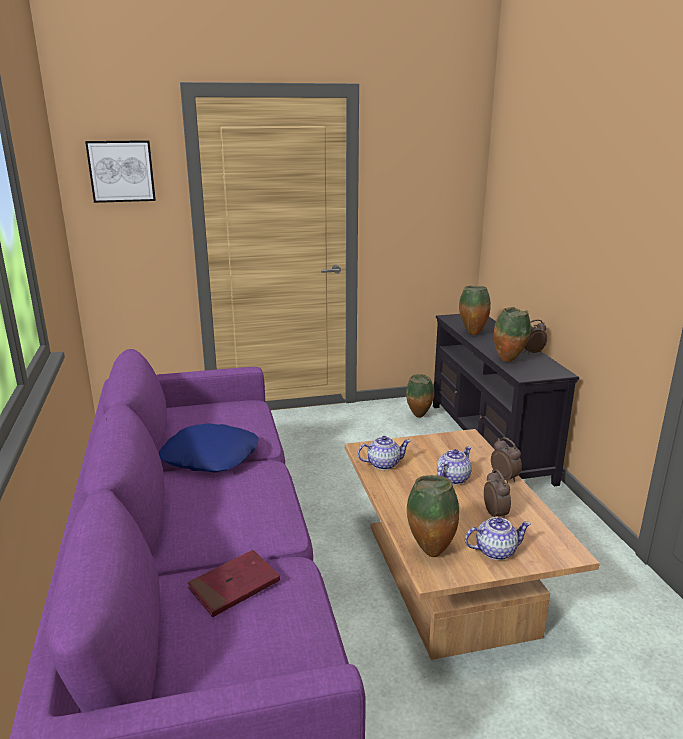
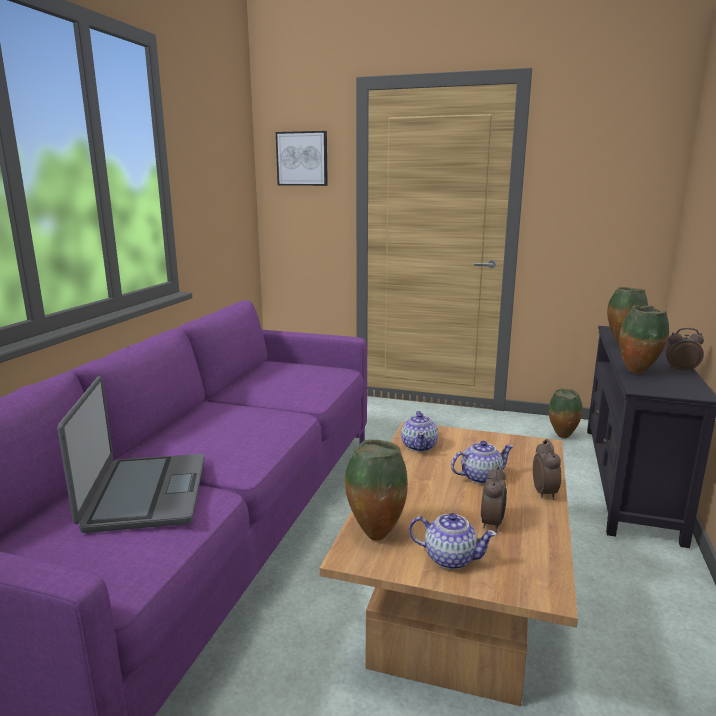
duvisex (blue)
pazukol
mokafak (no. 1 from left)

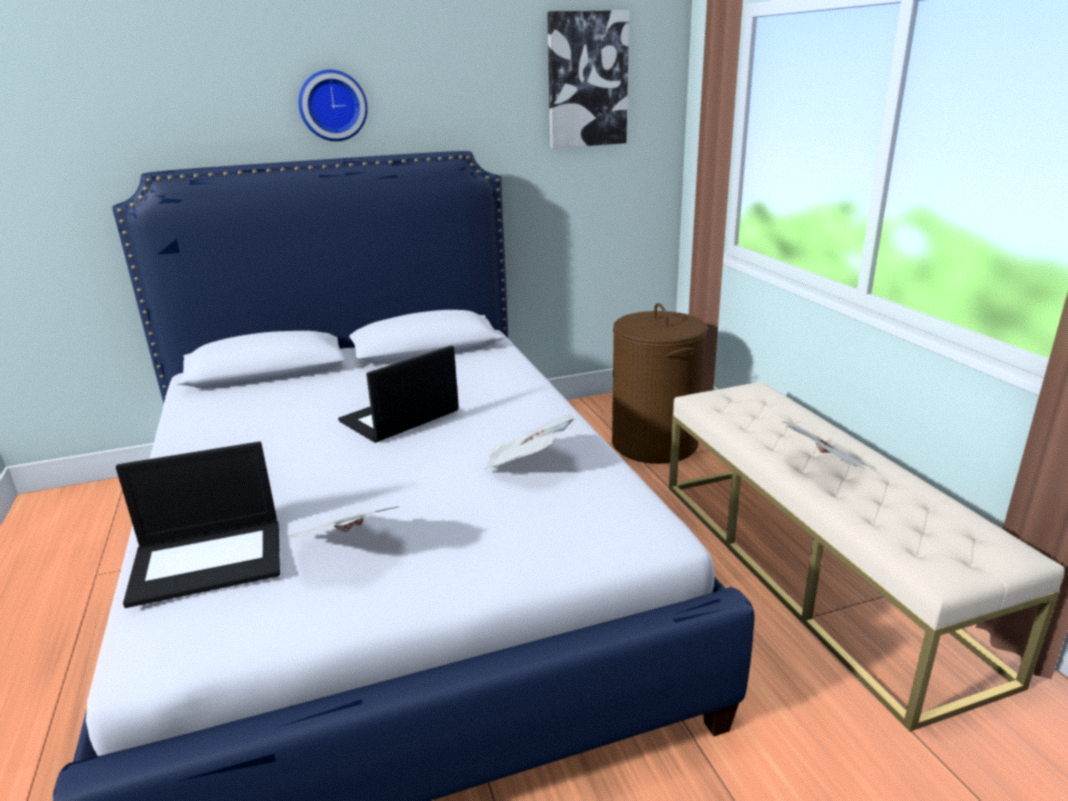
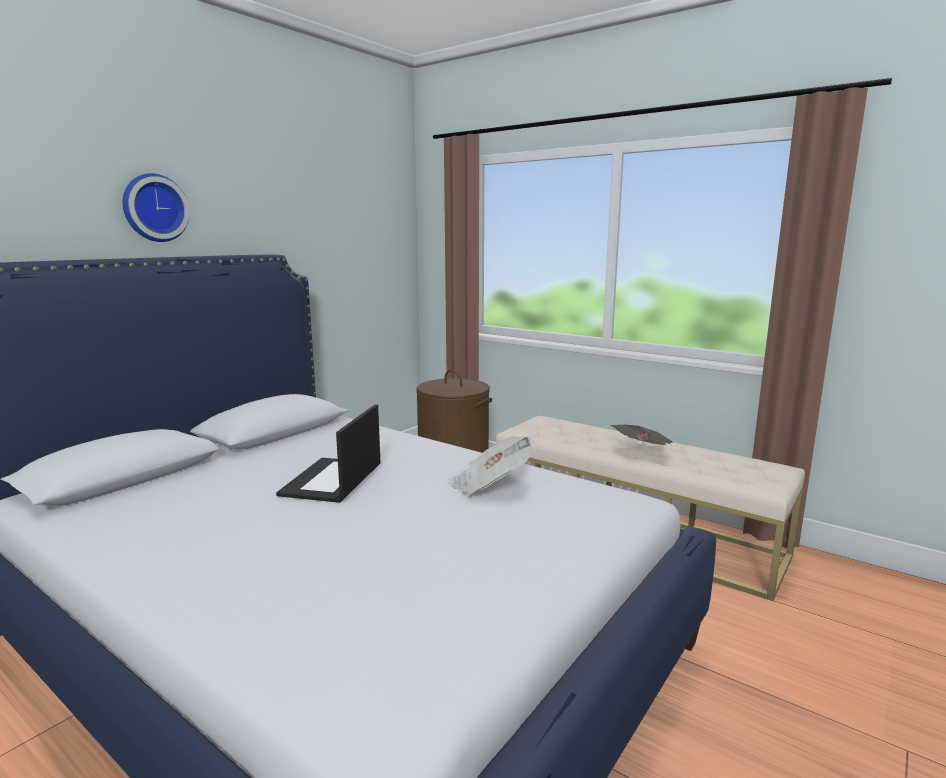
pazukol (no. 1 from left in the first image)
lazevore (no. 1 from left in the first image)
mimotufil

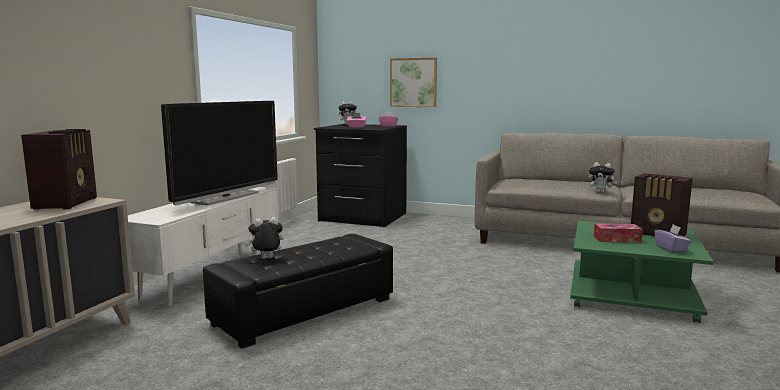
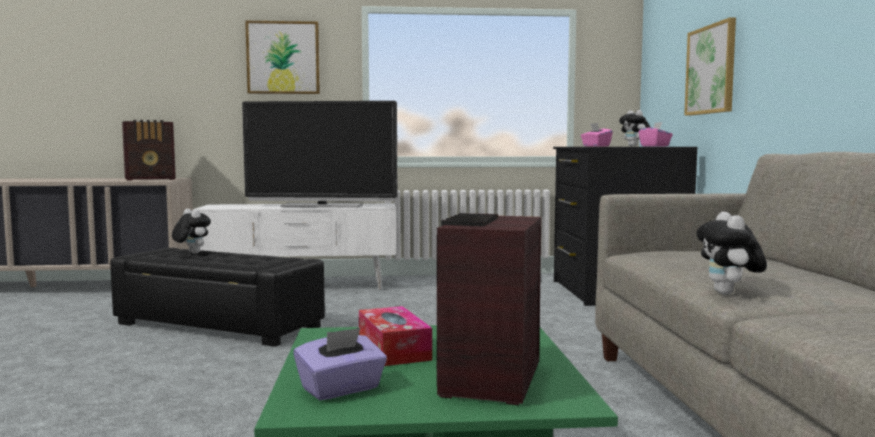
mimotufil (no. 1 from left)

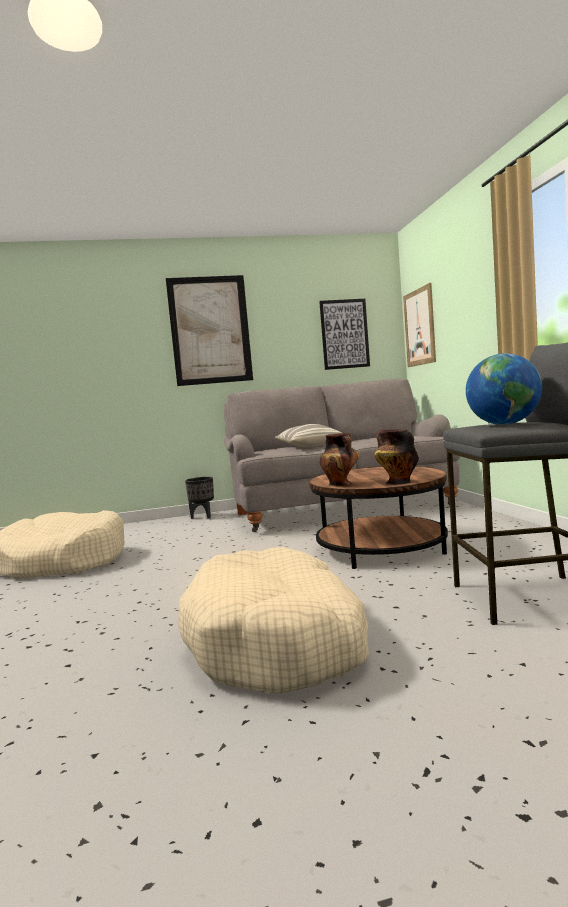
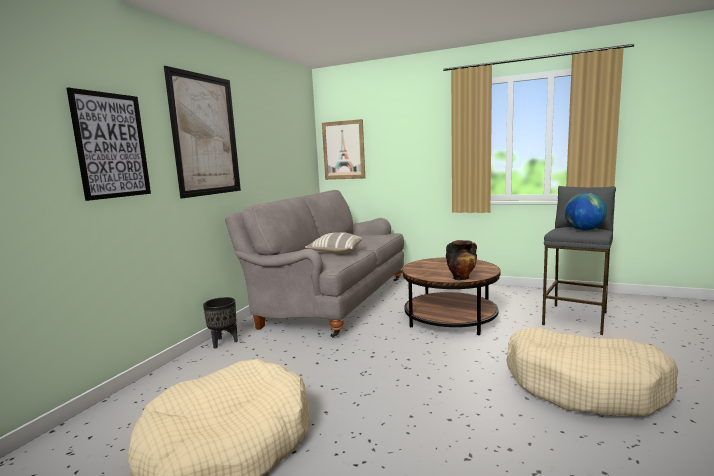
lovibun (no. 2 from left in the first image)
mimotufil (no. 1 from left)

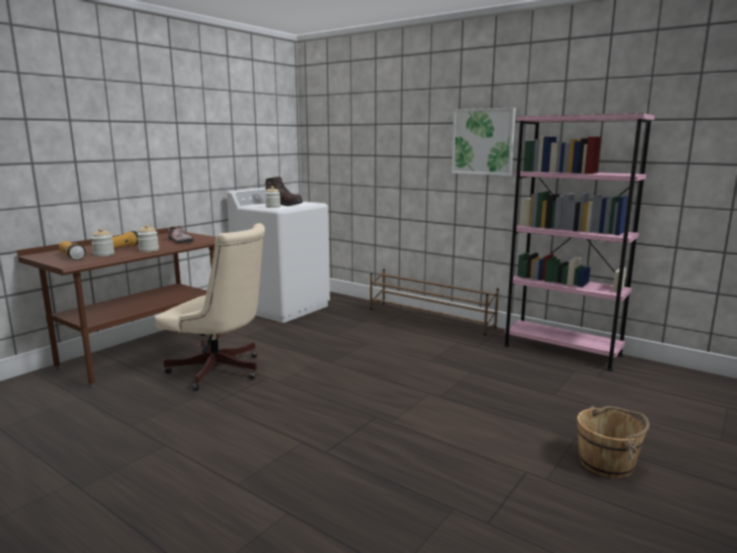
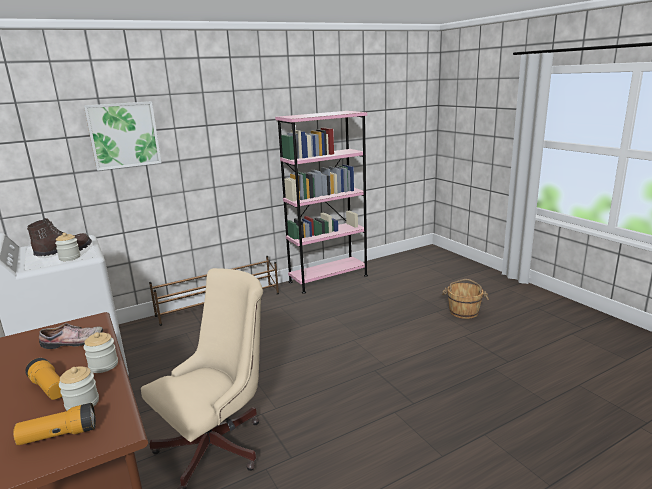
mimotufil

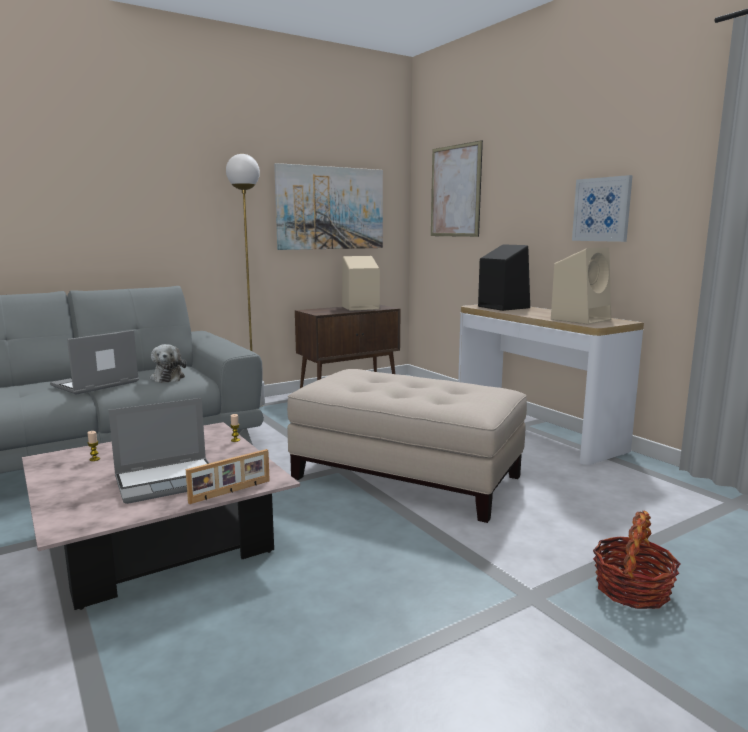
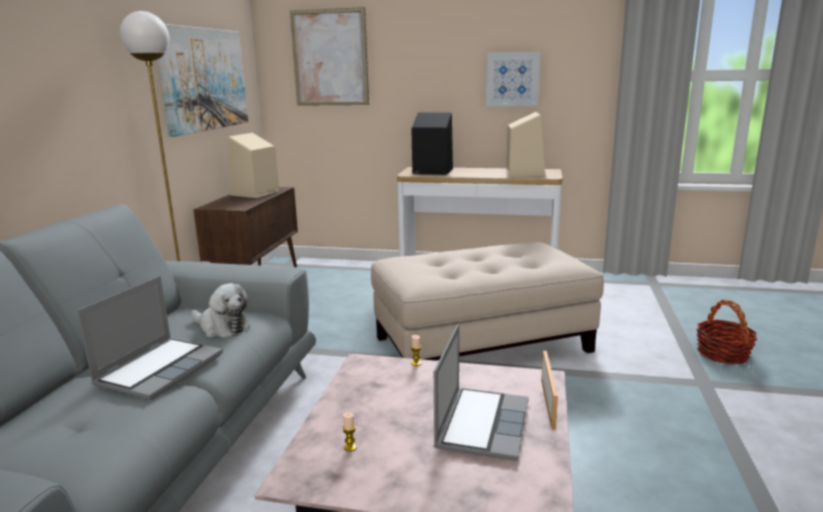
pazukol (no. 1 from left)

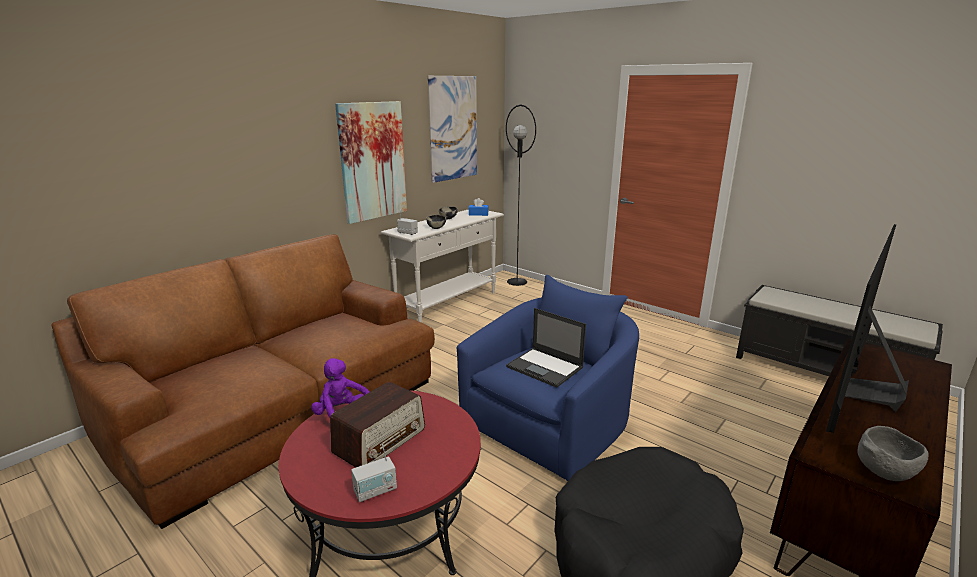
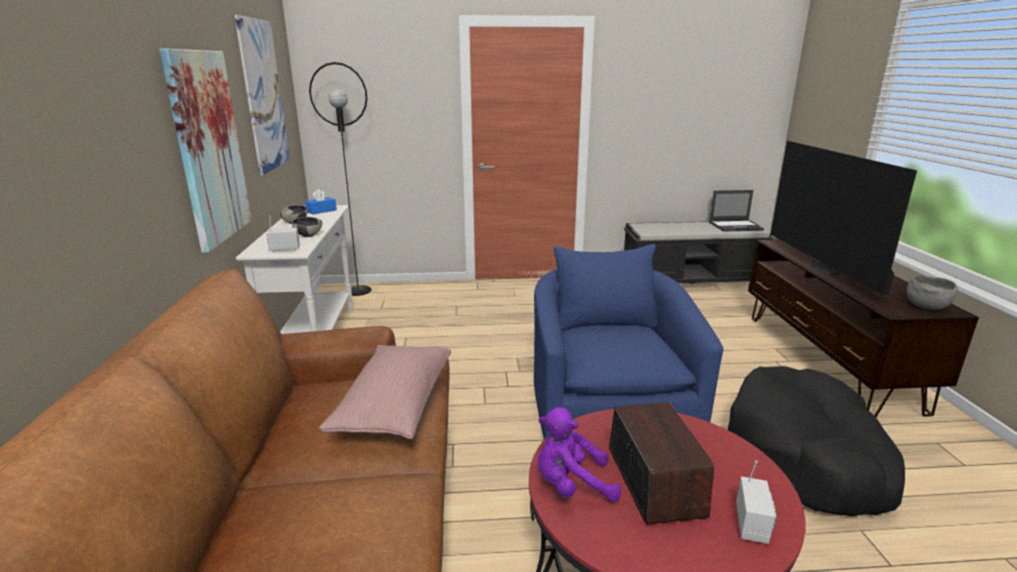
duvisex (pink)
pazukol

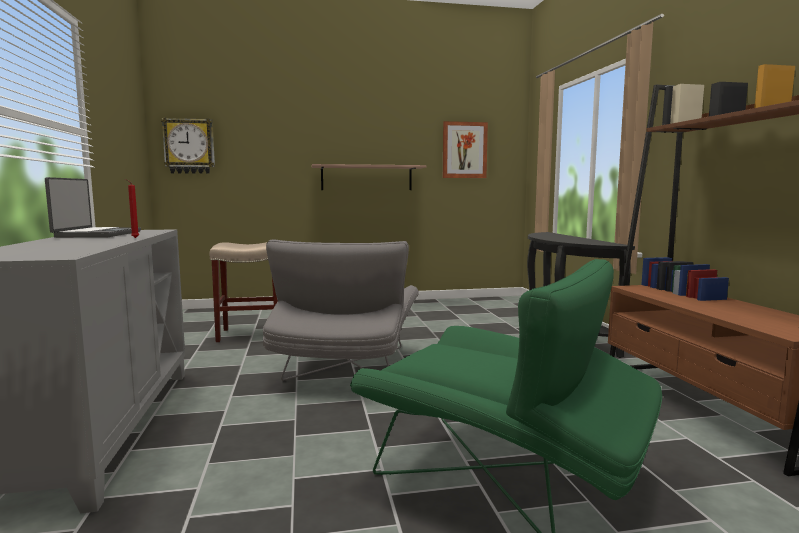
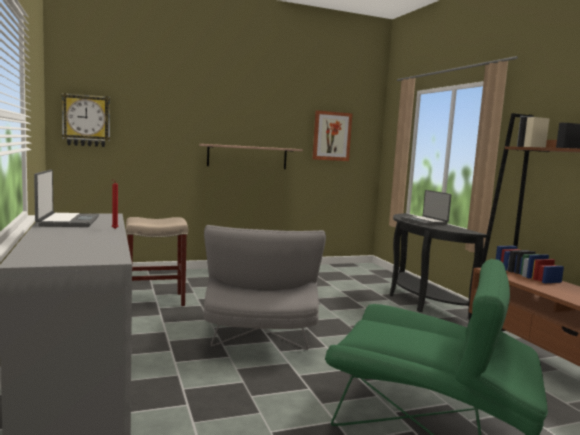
pazukol (no. 2 from left)

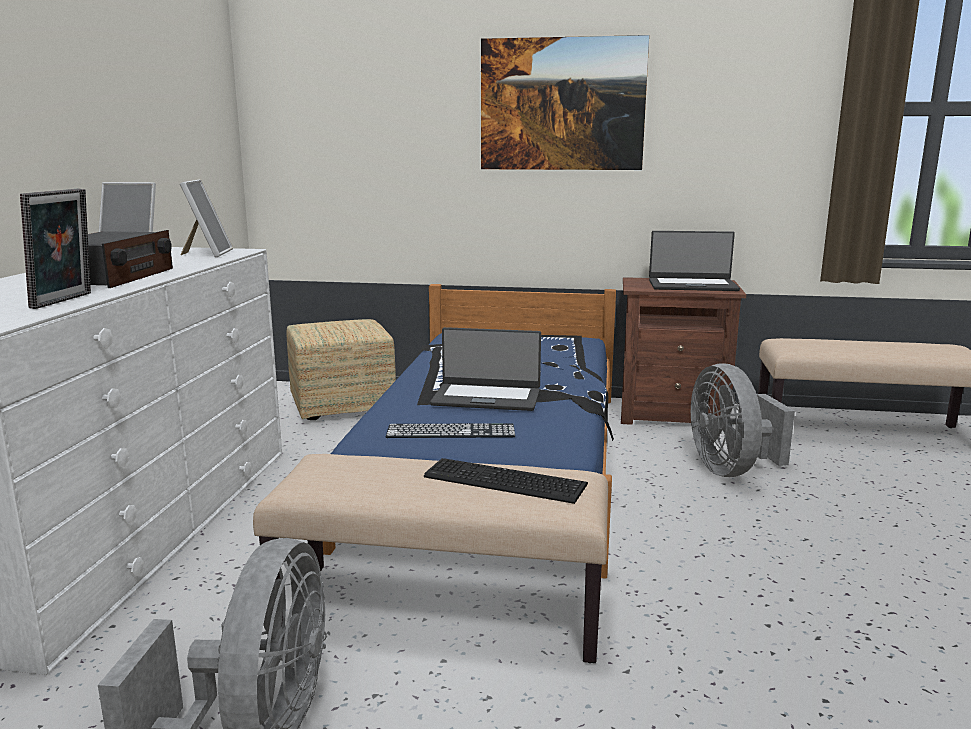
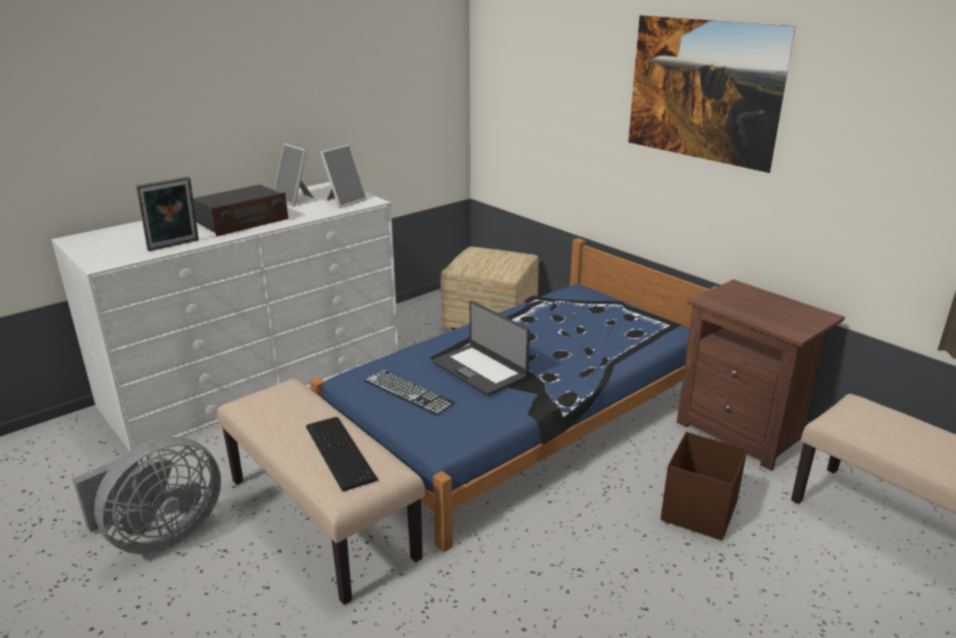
pazukol (no. 2 from left in the first image)
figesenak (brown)

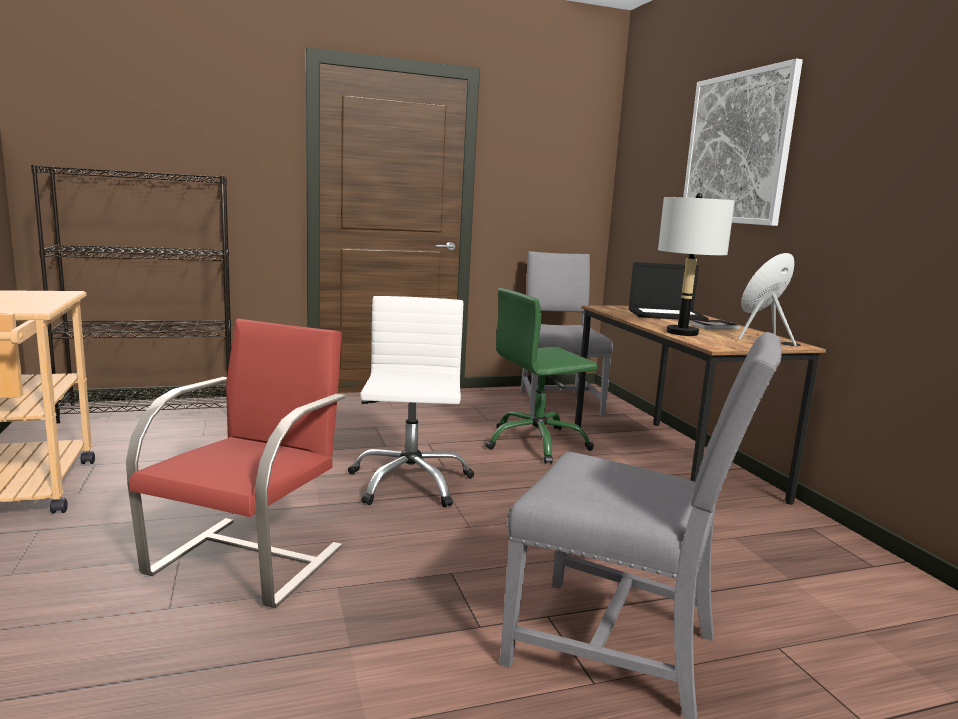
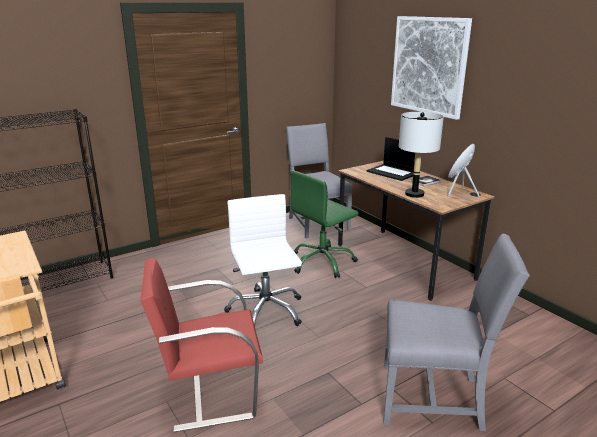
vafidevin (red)
pazukol

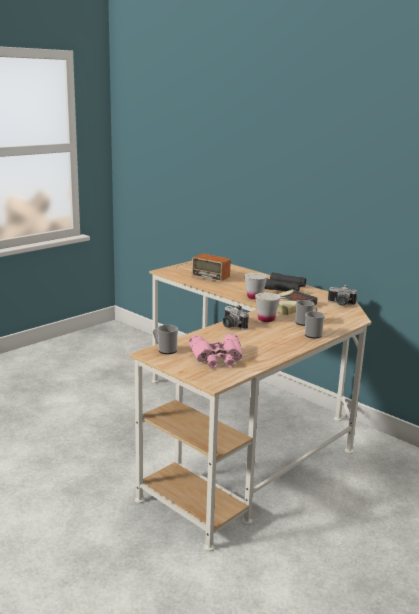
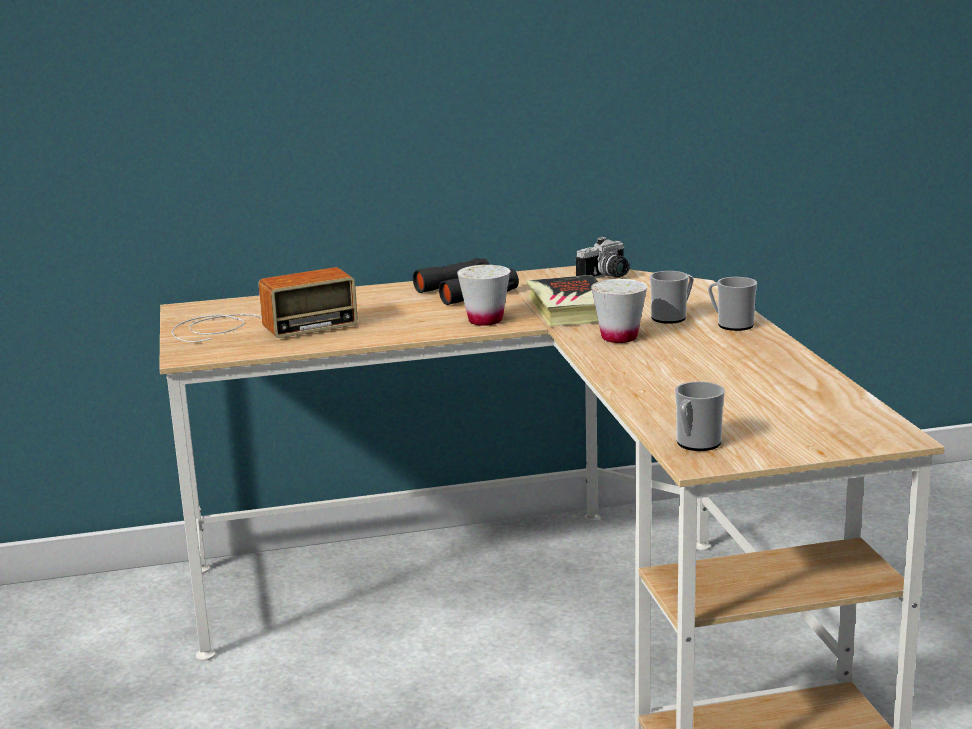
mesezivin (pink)
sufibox (no. 1 from left in the first image)

